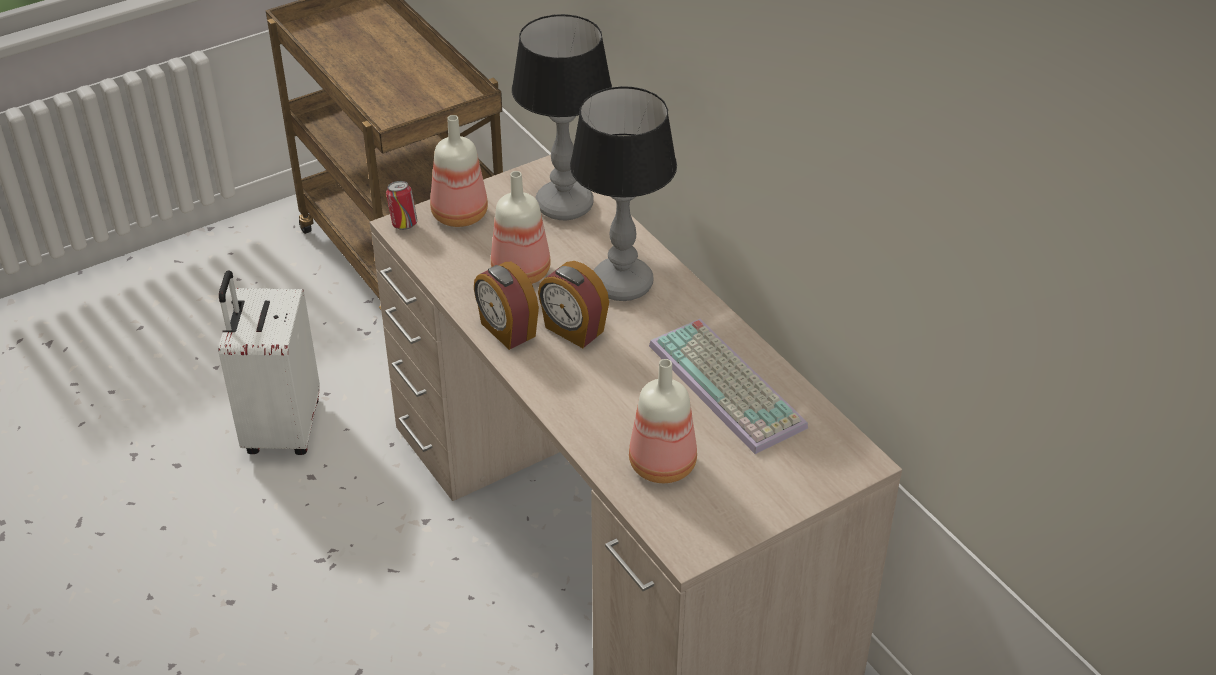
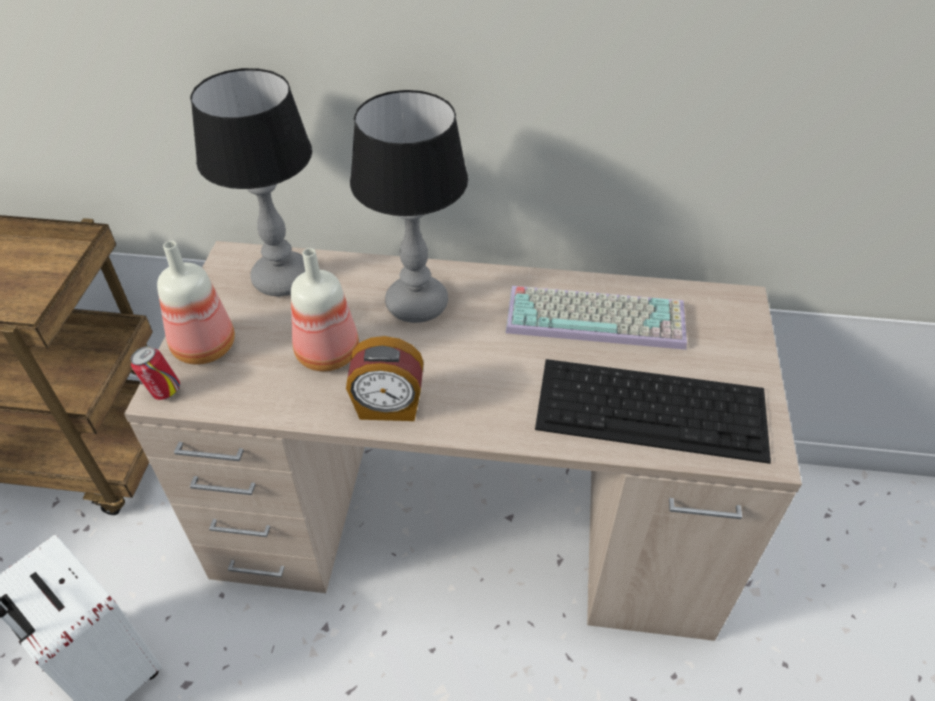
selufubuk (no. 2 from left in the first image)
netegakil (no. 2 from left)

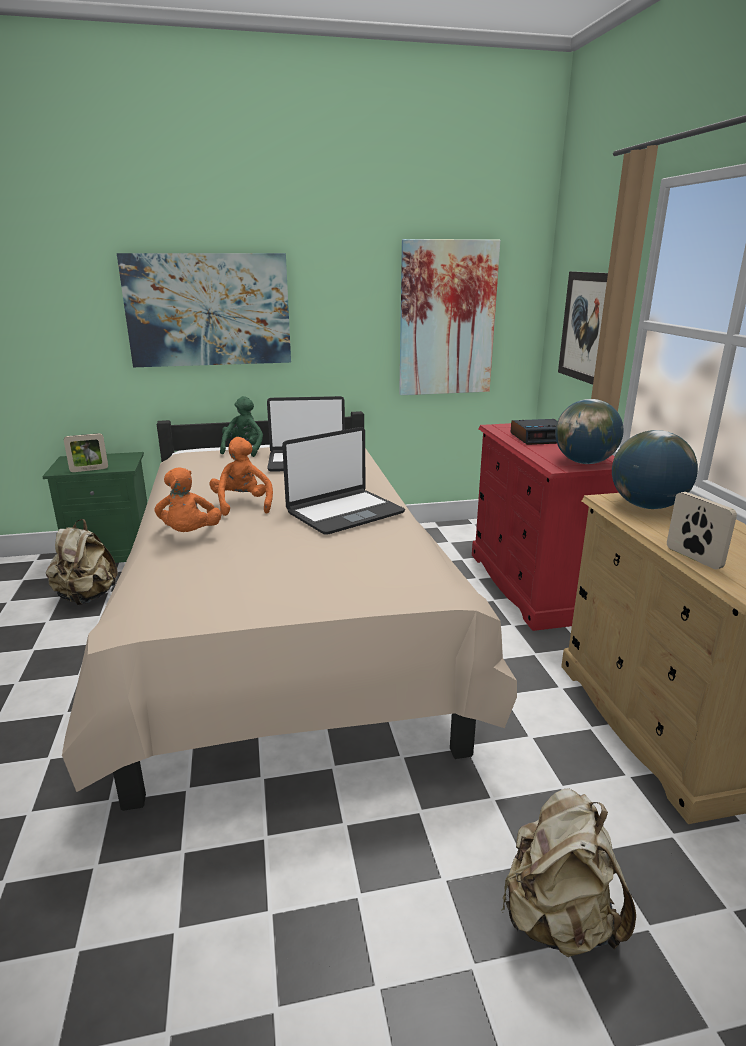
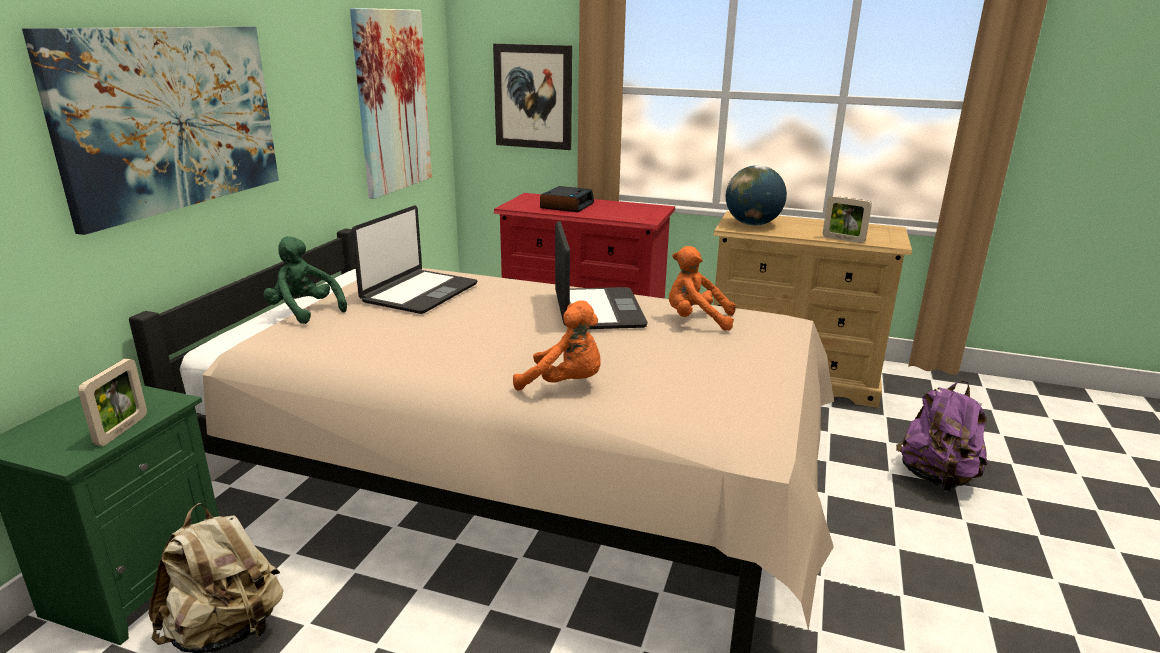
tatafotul (no. 1 from left in the first image)
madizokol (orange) (no. 2 from left)
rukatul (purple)
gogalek (no. 2 from left)

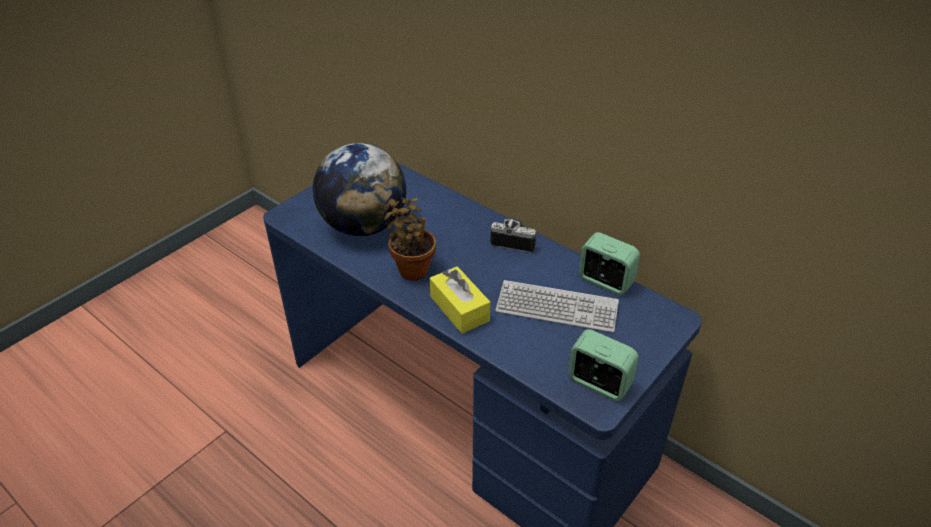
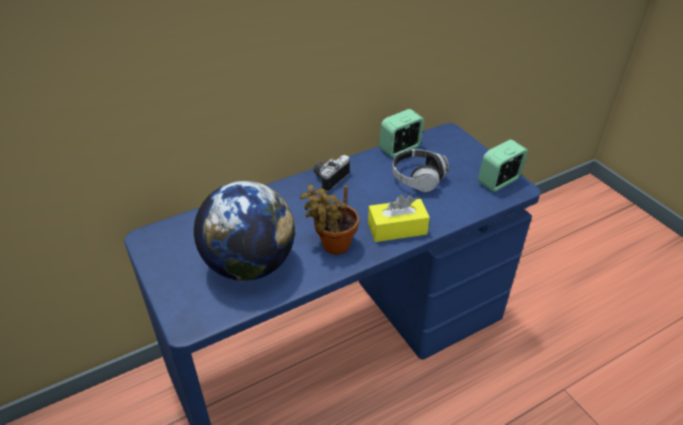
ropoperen

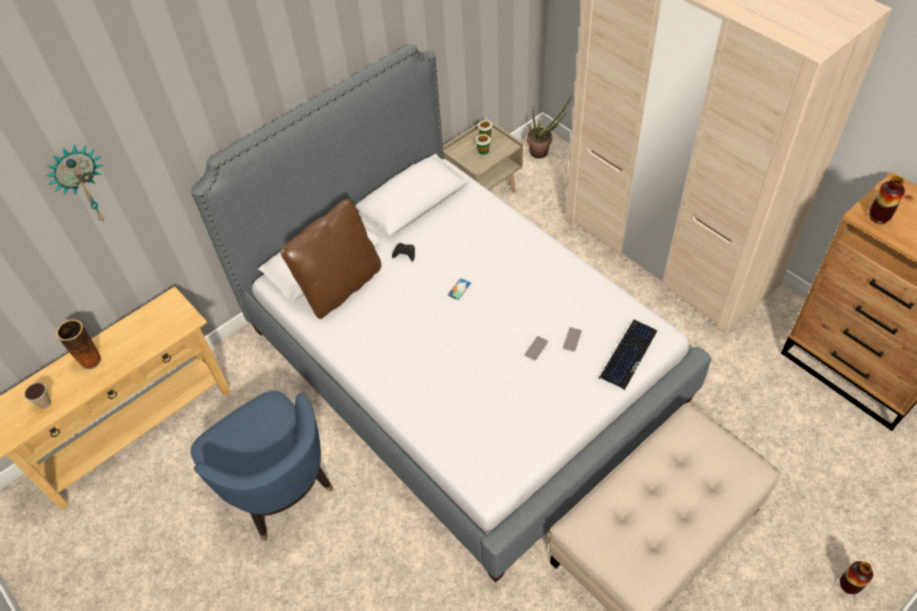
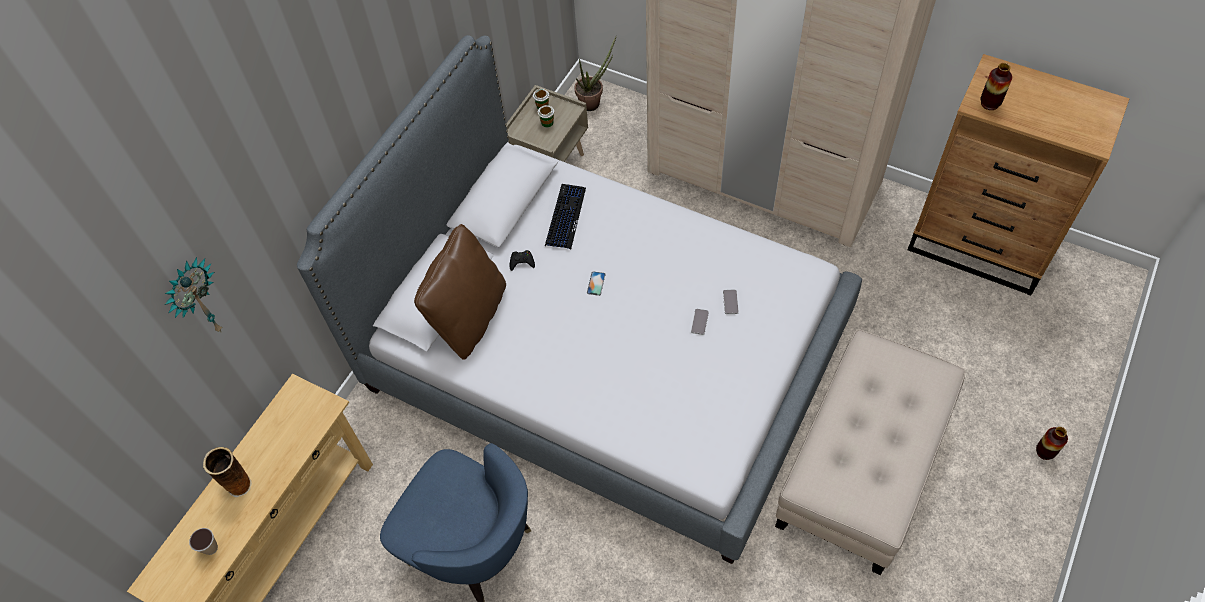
netegakil

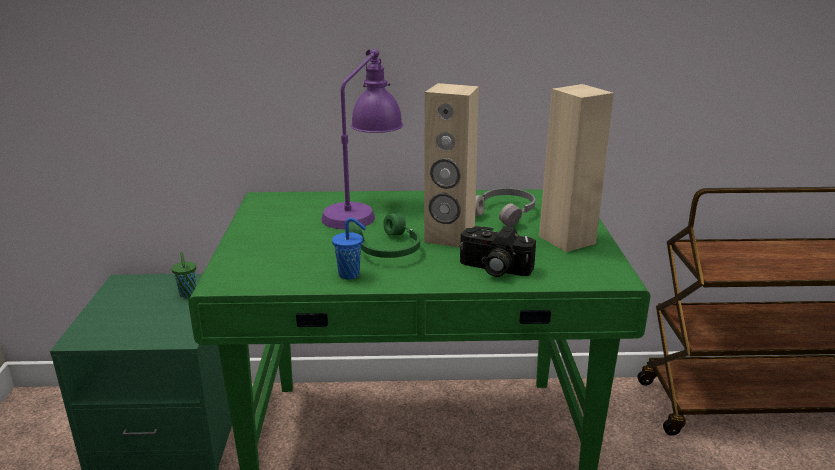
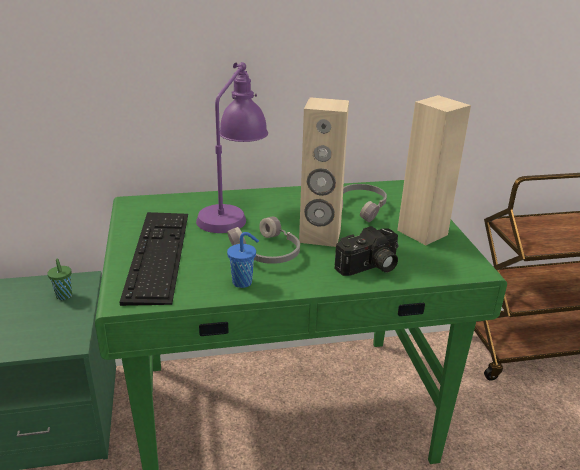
netegakil
ropoperen (grey) (no. 1 from left)
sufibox

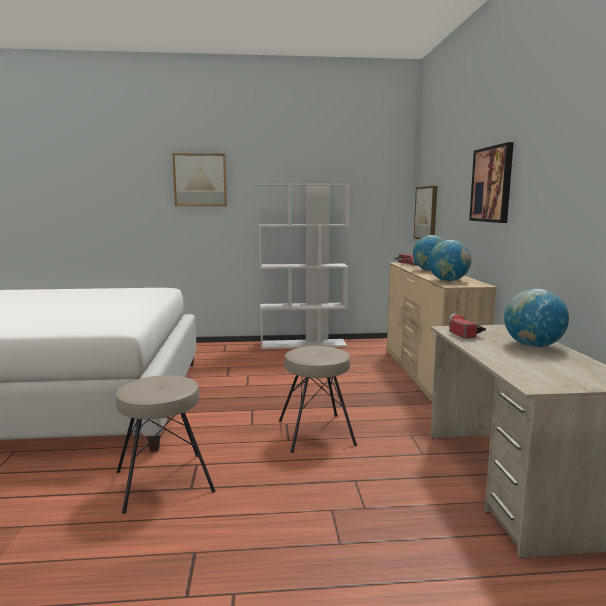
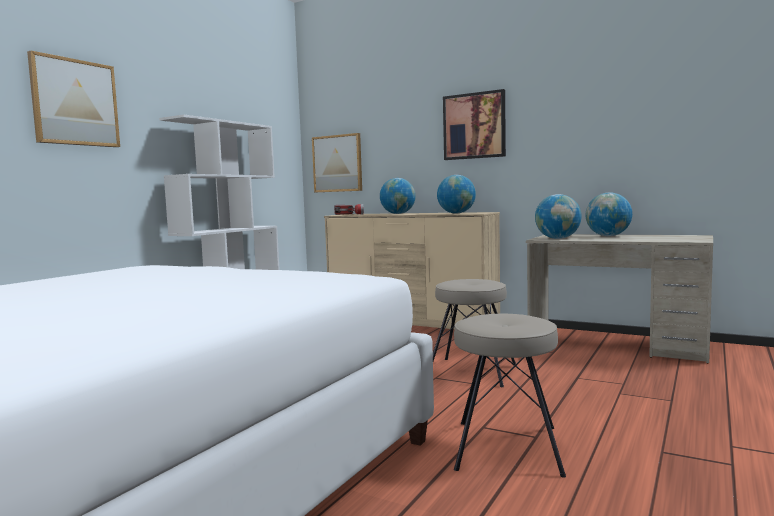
tatafotul (no. 3 from left)

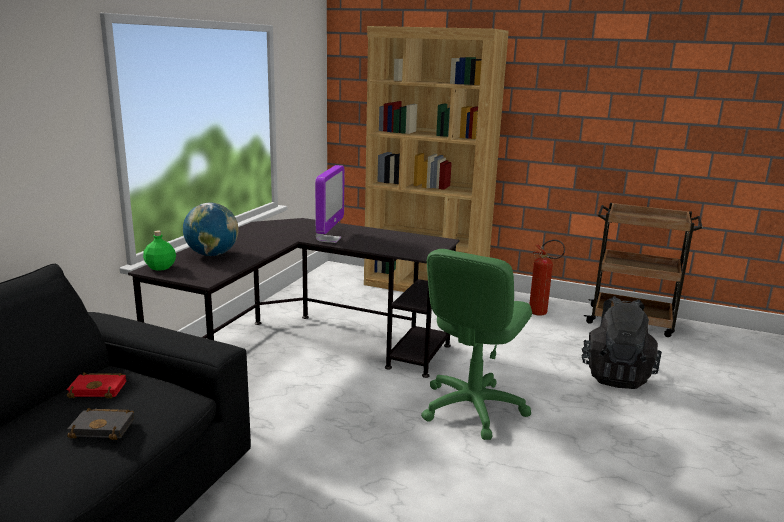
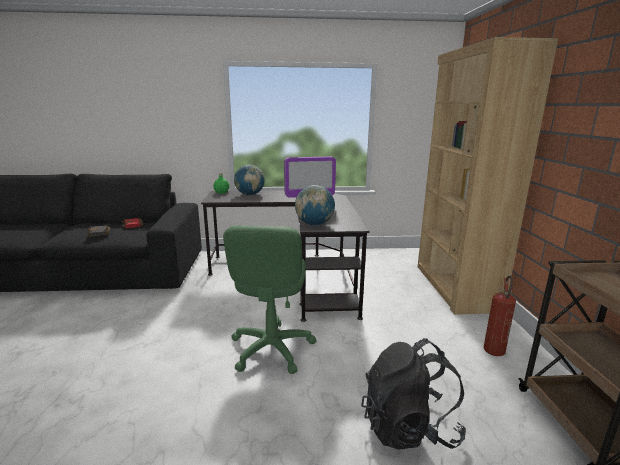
tatafotul (no. 2 from left)
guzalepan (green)

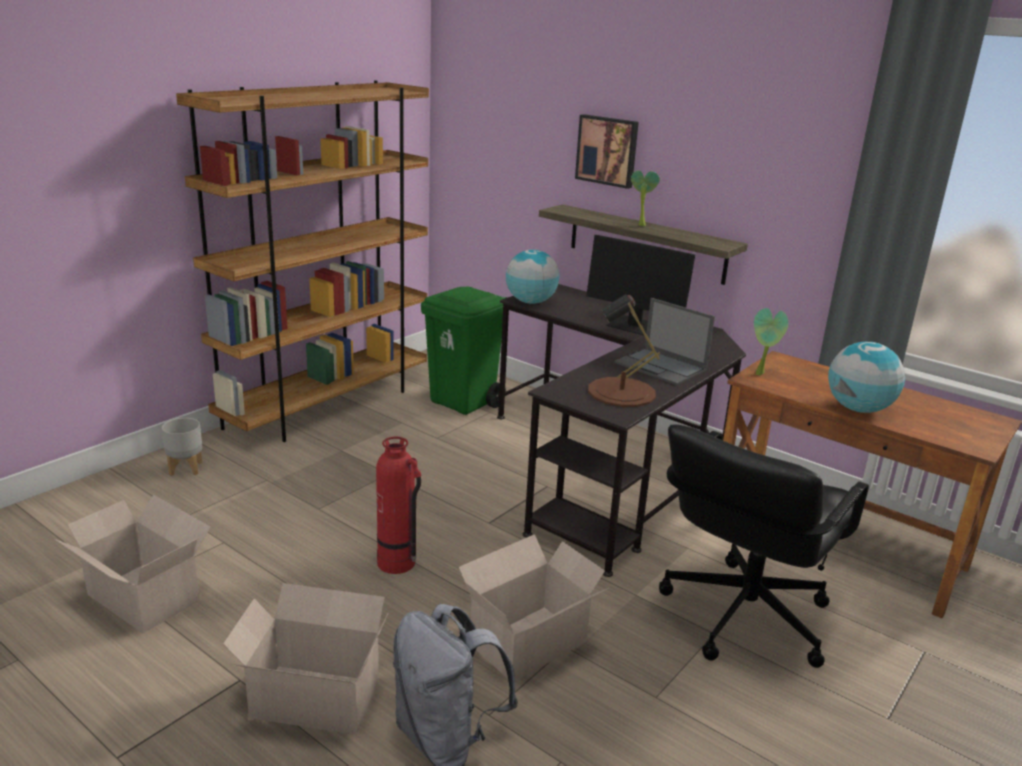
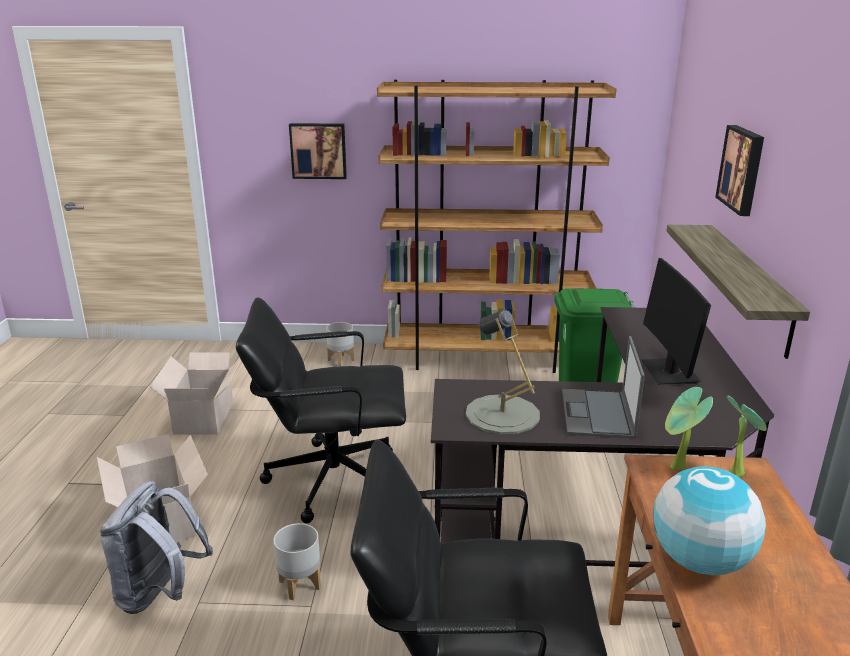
tatafotul (no. 1 from left in the first image)
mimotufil (no. 1 from left)
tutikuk (no. 2 from left)
guzalepan (black) (no. 1 from left)
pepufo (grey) (no. 1 from left)
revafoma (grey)

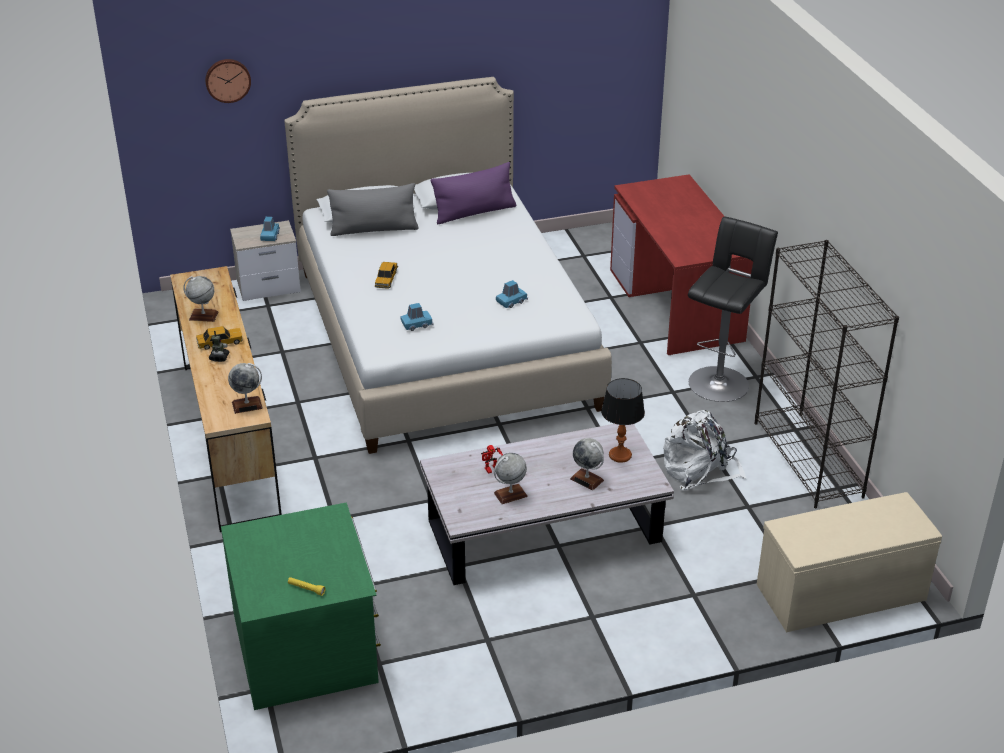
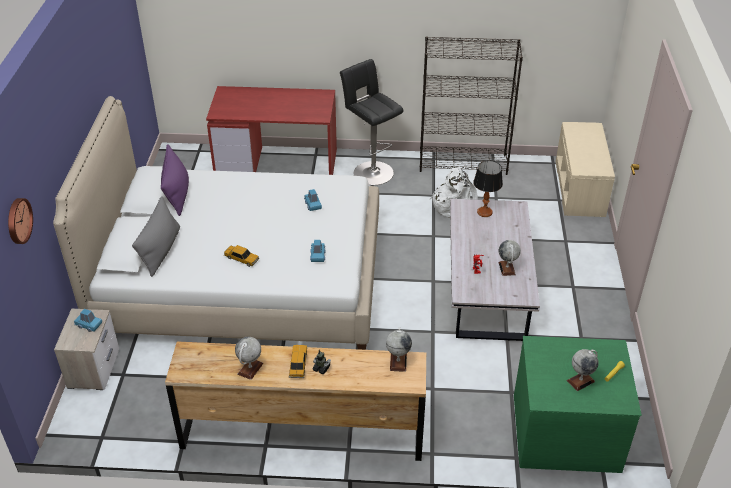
tatafotul (no. 4 from left)

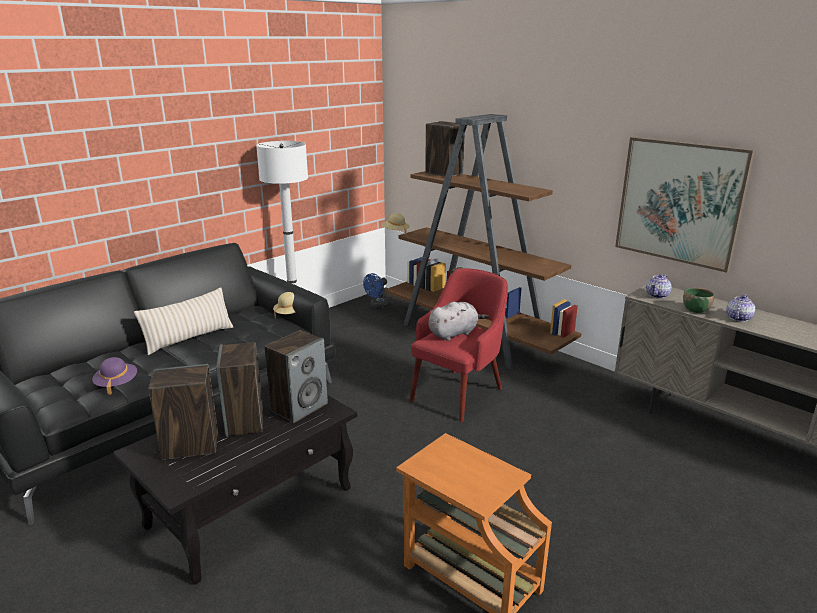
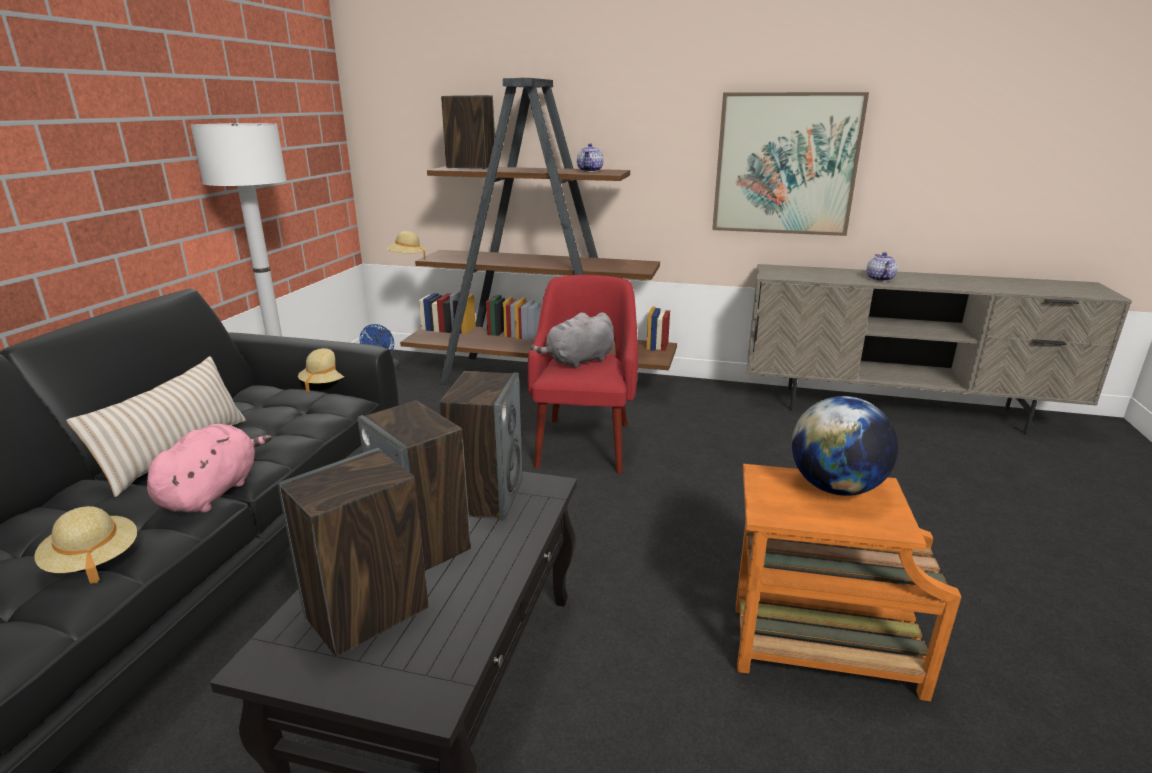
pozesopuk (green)
madizokol (pink)
tatafotul
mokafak (no. 1 from left)
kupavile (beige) (no. 1 from left)
madizokol (grey)

